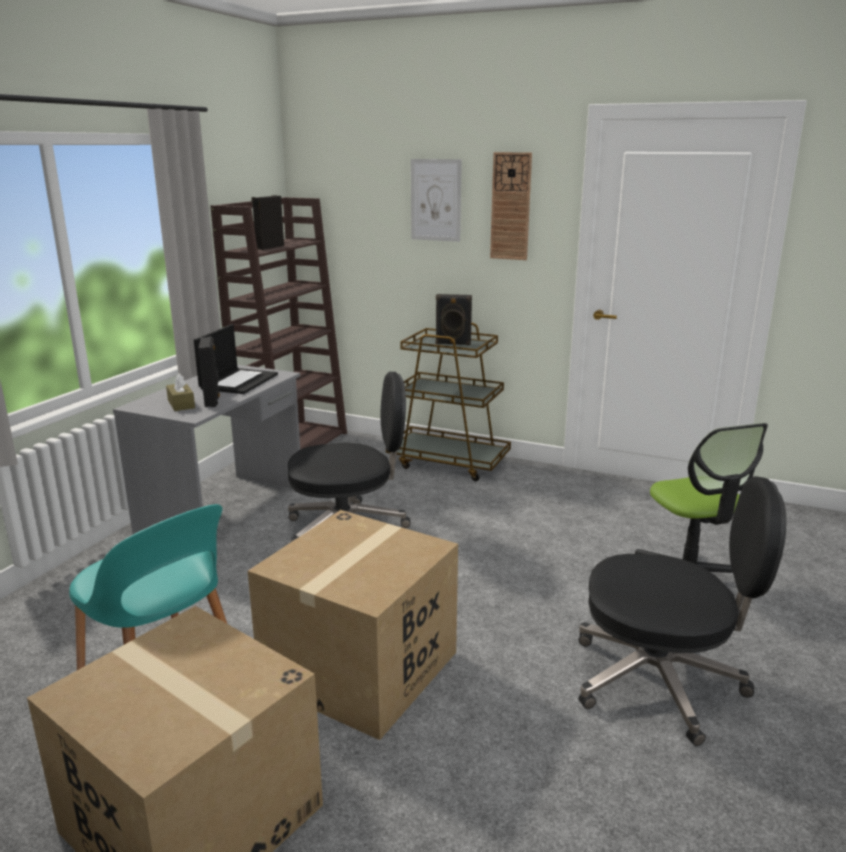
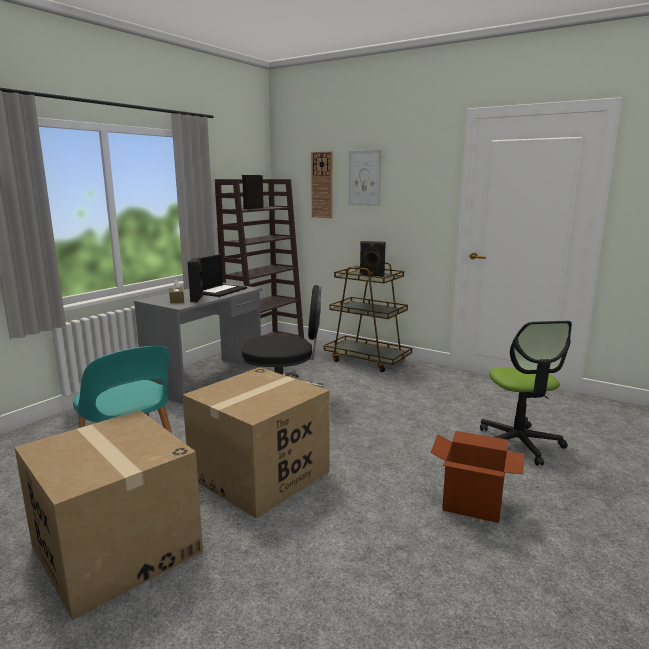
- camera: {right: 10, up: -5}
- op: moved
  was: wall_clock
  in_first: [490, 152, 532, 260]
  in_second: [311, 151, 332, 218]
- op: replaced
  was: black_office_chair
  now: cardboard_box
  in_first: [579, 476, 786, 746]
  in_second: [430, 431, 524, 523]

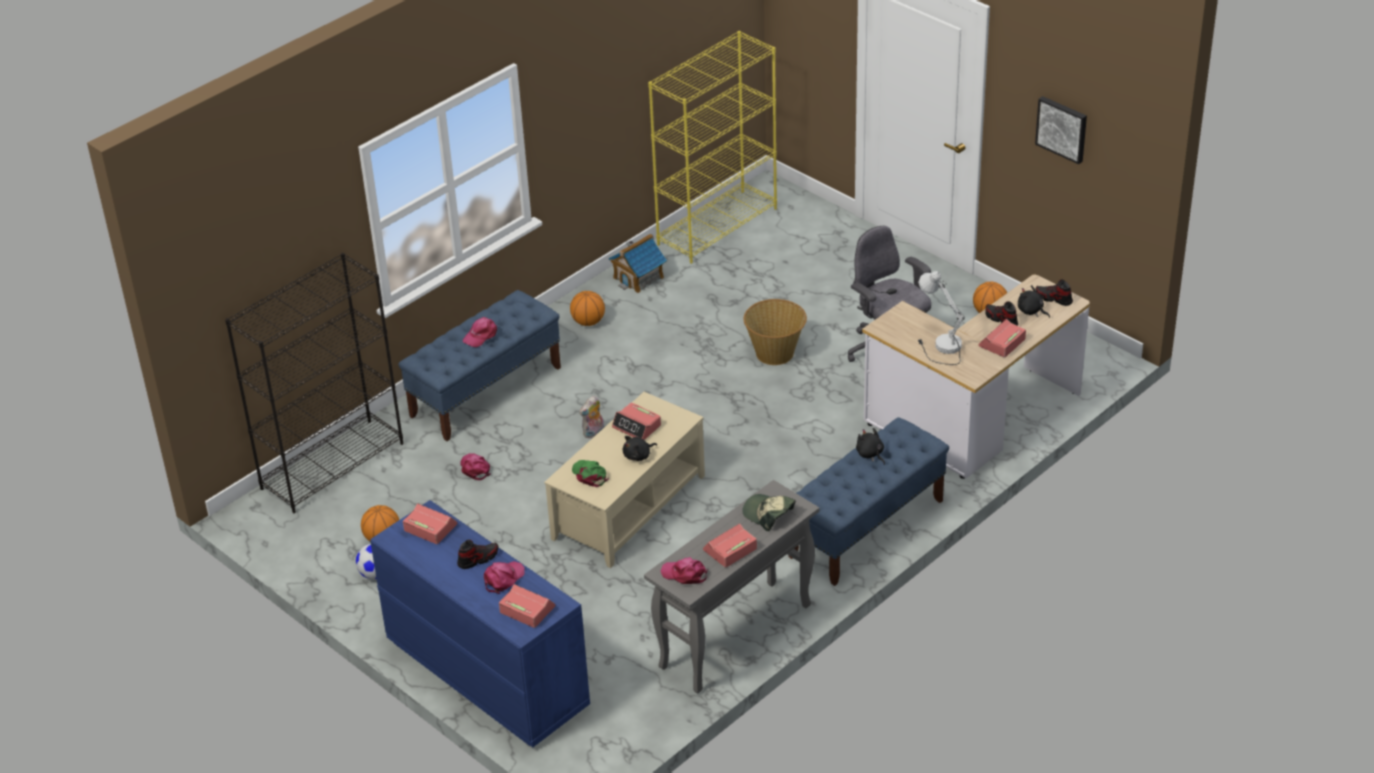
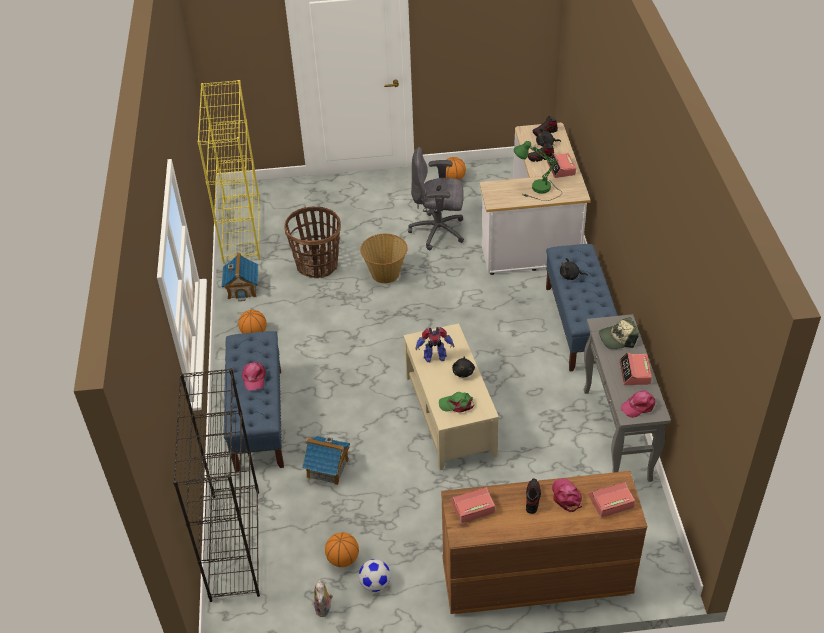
- camera: {right: -50, up: 5}
- op: removed
  was: picture
  in_first: [1035, 96, 1087, 164]
- op: recoloured
  was: white_table_lamp
  now: green_table_lamp
  in_first: [918, 271, 965, 365]
  in_second: [514, 141, 562, 201]
- op: moved
  was: plush_toy
  in_first: [579, 395, 604, 439]
  in_second: [314, 580, 333, 617]
- op: replaced
  was: alarm_clock
  now: toy_robot
  in_first: [612, 402, 661, 440]
  in_second: [415, 327, 454, 362]
- op: replaced
  was: pink_cap
  now: toy_house
  in_first: [460, 453, 491, 480]
  in_second: [302, 436, 350, 485]
- op: recoloured
  was: blue_dresser
  now: brown_dresser
  in_first: [370, 500, 590, 747]
  in_second: [441, 471, 647, 614]
- op: added
  now: basket
  in_second: [284, 207, 341, 278]

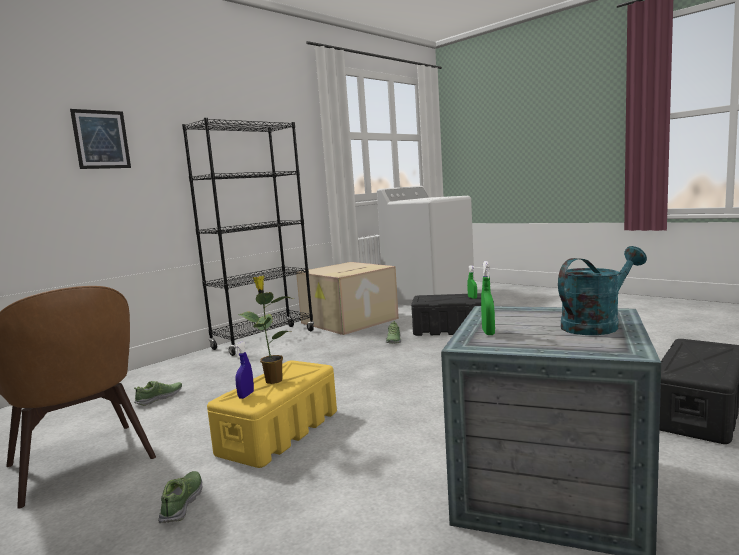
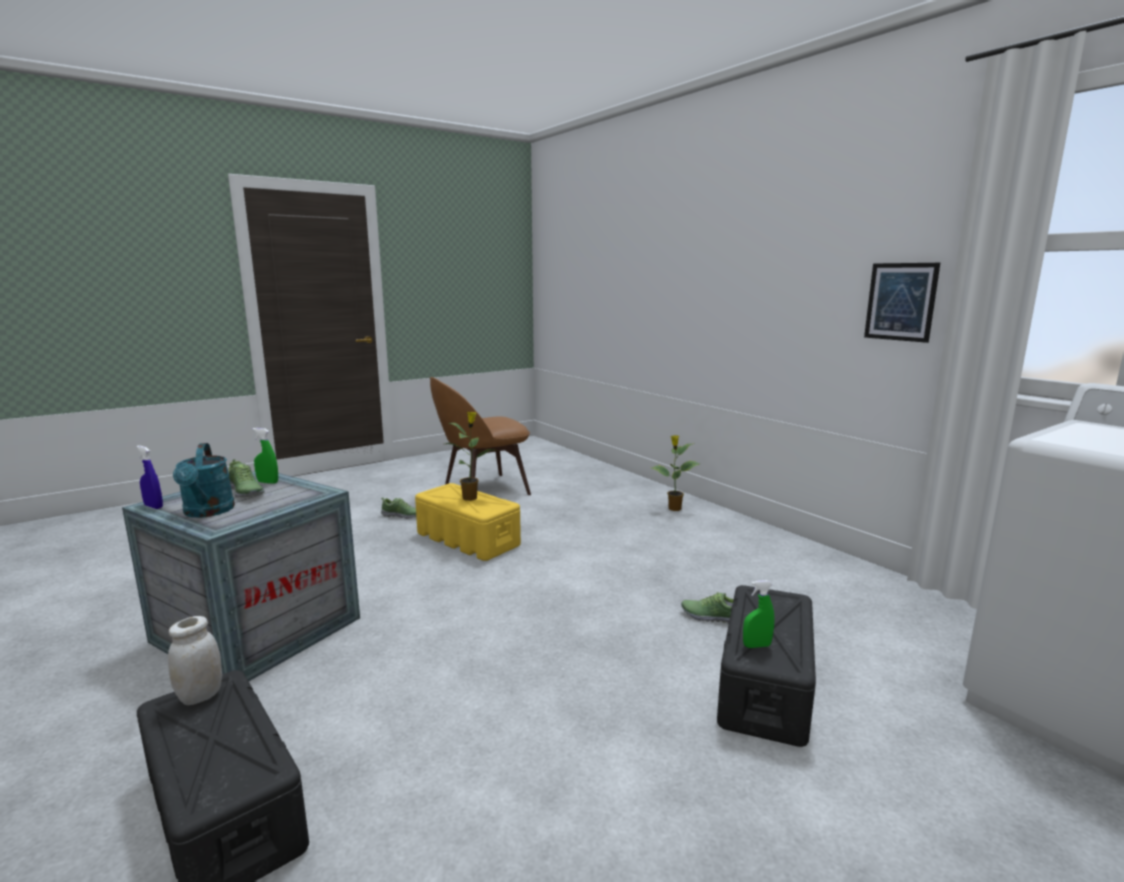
- camera: {right: 100, up: 5}
- op: moved
  was: picture
  in_first: [70, 109, 131, 169]
  in_second: [864, 263, 940, 343]
- op: removed
  was: black_bookcase
  in_first: [182, 118, 314, 356]
- op: removed
  was: cardboard_box
  in_first: [296, 262, 399, 335]
- op: moved
  was: blue_spray_bottle
  in_first: [234, 341, 254, 399]
  in_second: [136, 446, 163, 509]
- op: moved
  was: shoe
  in_first: [134, 381, 182, 406]
  in_second: [229, 459, 265, 497]
- op: added
  now: potted_plant
  in_second: [652, 435, 700, 511]
- op: added
  now: white_jar
  in_second: [168, 616, 222, 705]

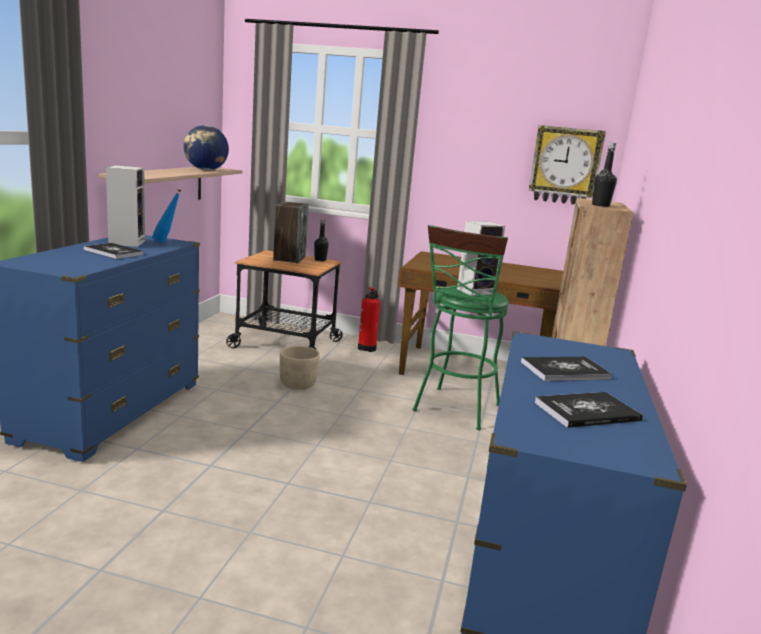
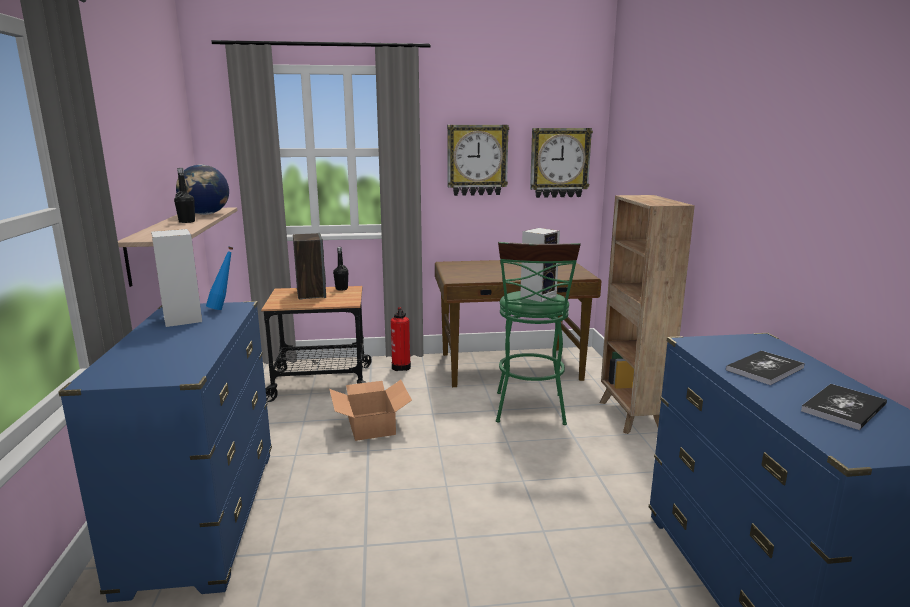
- camera: {right: -20, up: 0}
- op: moved
  was: black_bottle
  in_first: [592, 143, 617, 207]
  in_second: [174, 168, 195, 223]
- op: removed
  was: book
  in_first: [84, 243, 144, 259]
- op: replaced
  was: beige_planter
  now: cardboard_box
  in_first: [280, 346, 320, 390]
  in_second: [329, 380, 412, 441]
- op: added
  now: wall_clock
  in_second: [447, 125, 509, 196]

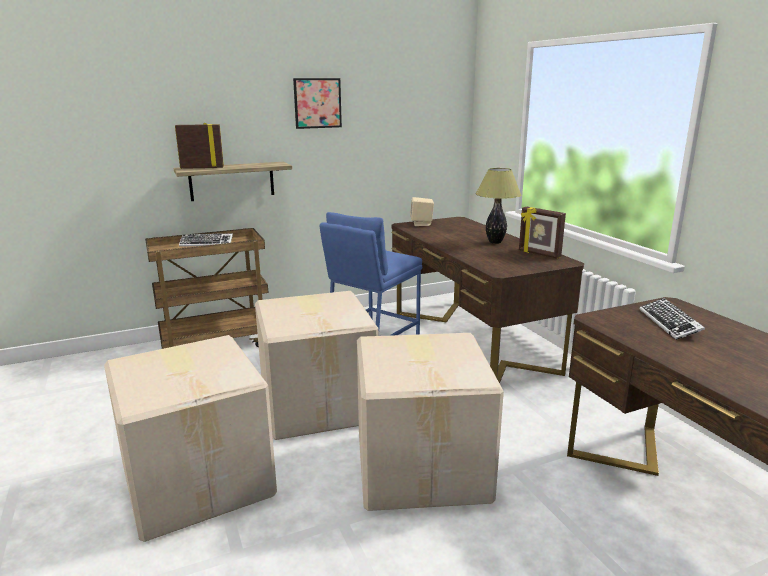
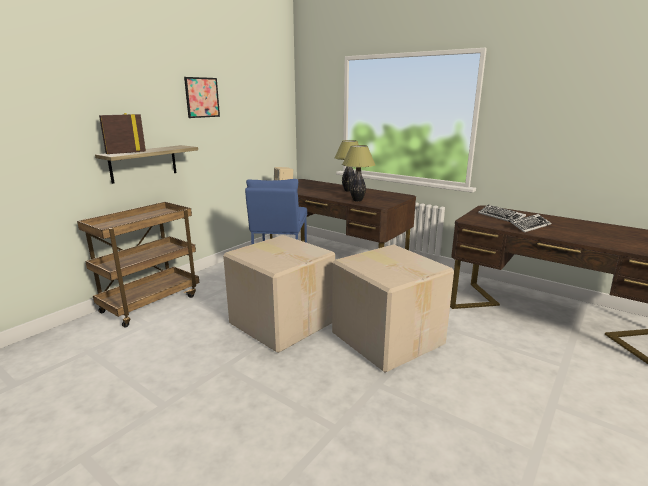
- camera: {right: -30, up: 0}
- op: removed
  was: picture_frame
  in_first: [519, 207, 566, 259]
- op: moved
  was: keyboard
  in_first: [179, 233, 233, 247]
  in_second: [511, 214, 551, 232]
- op: removed
  was: cardboard_box
  in_first: [104, 335, 277, 542]
- op: added
  now: table_lamp
  in_second: [342, 145, 375, 202]

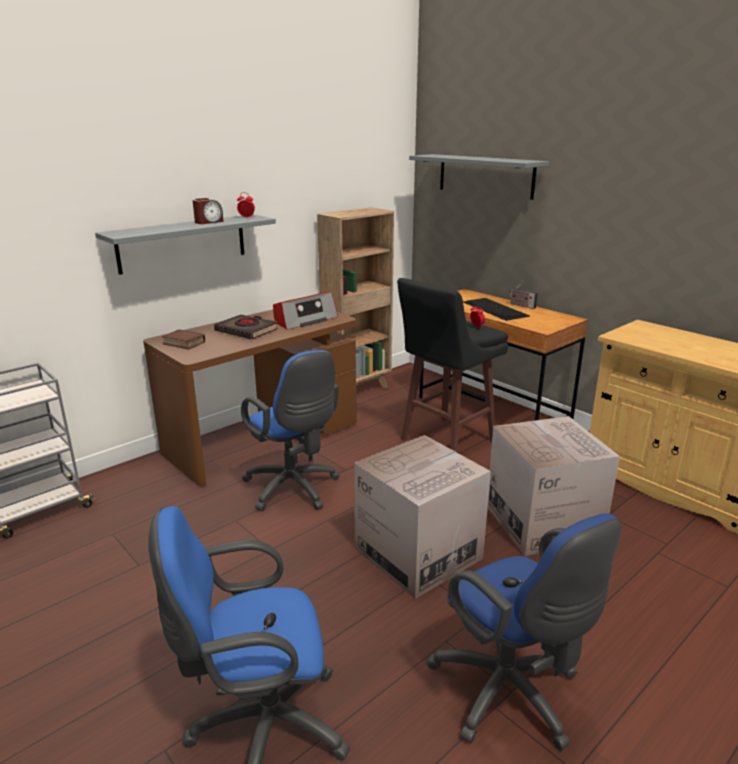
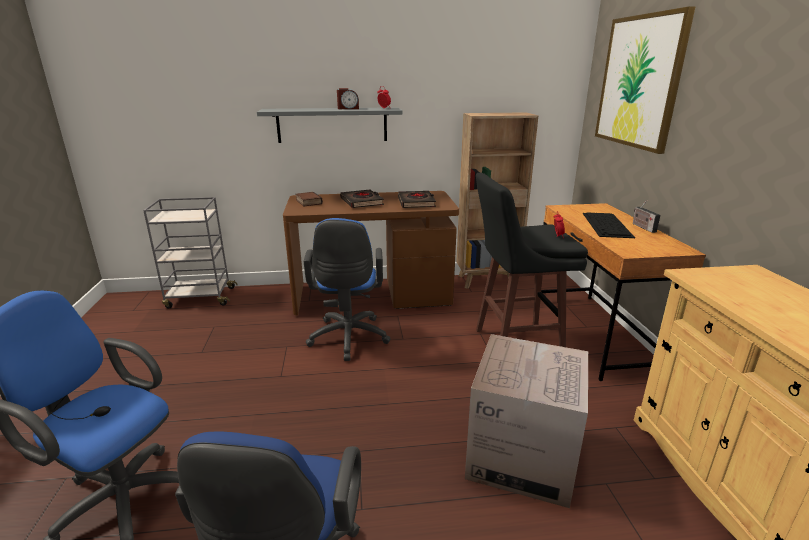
- camera: {right: 35, up: 0}
- op: replaced
  was: grey_shelf
  now: picture
  in_first: [409, 154, 549, 200]
  in_second: [595, 6, 695, 154]
- op: replaced
  was: radio
  now: black_book
  in_first: [273, 291, 338, 330]
  in_second: [398, 191, 436, 208]
- op: removed
  was: cardboard_box
  in_first: [354, 435, 491, 599]

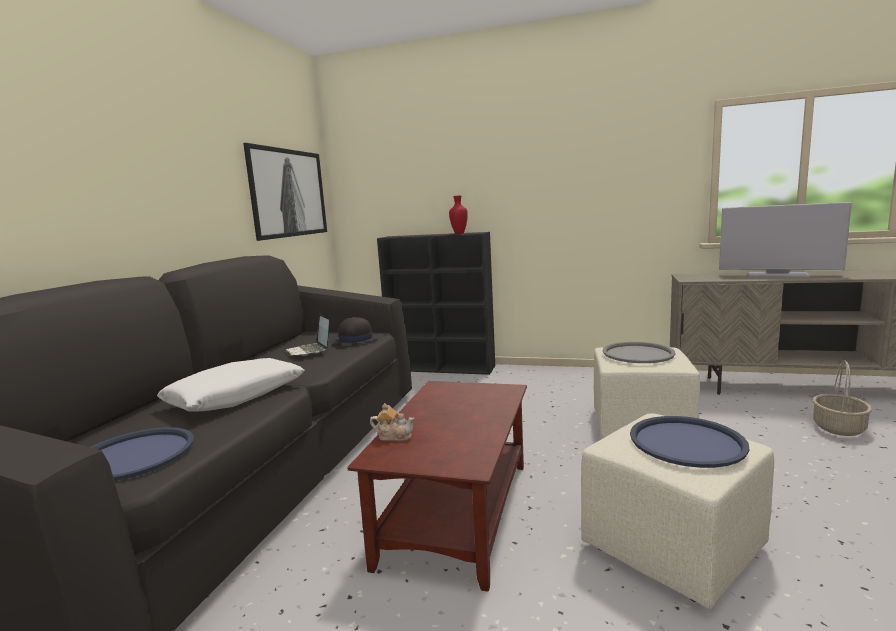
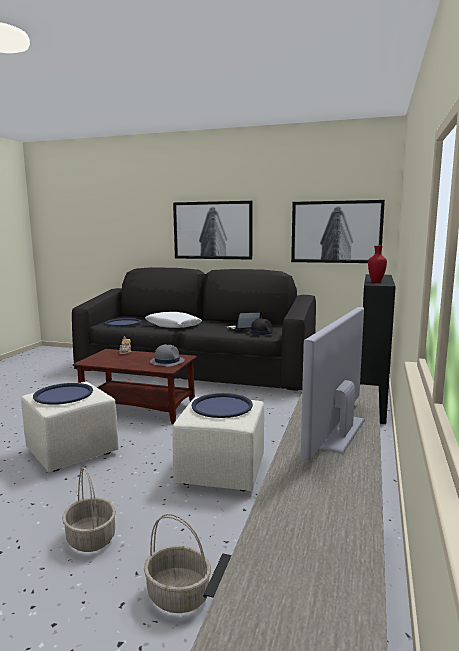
- camera: {right: 90, up: 0}
- op: recoloured
  was: grey_tray
  now: blue_tray
  in_first: [603, 342, 675, 363]
  in_second: [191, 393, 253, 418]
- op: added
  now: picture
  in_second: [173, 201, 253, 260]
- op: added
  now: grey_hat
  in_second: [150, 344, 185, 367]
- op: added
  now: basket
  in_second: [62, 468, 116, 552]

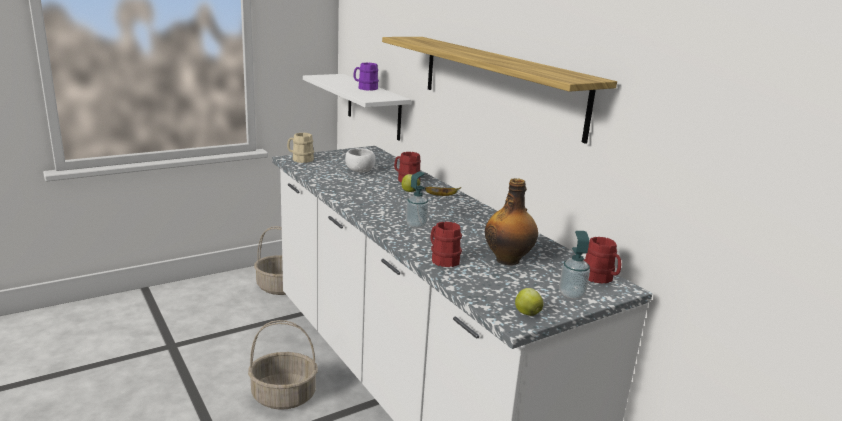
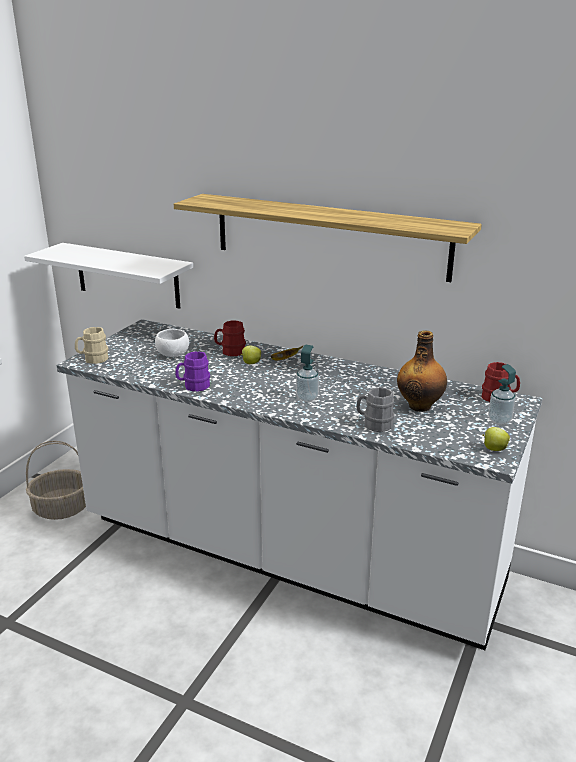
- camera: {right: -30, up: 5}
- op: moved
  was: purple_mug
  in_first: [353, 63, 379, 91]
  in_second: [175, 351, 210, 392]
- op: recoloured
  was: red_mug
  now: grey_mug
  in_first: [430, 222, 462, 267]
  in_second: [356, 387, 394, 432]
- op: removed
  was: basket
  in_first: [248, 320, 318, 410]

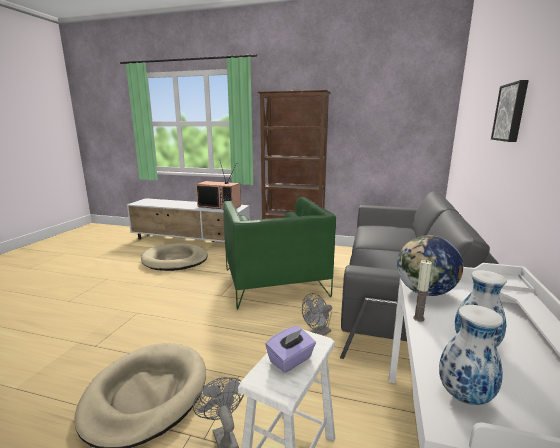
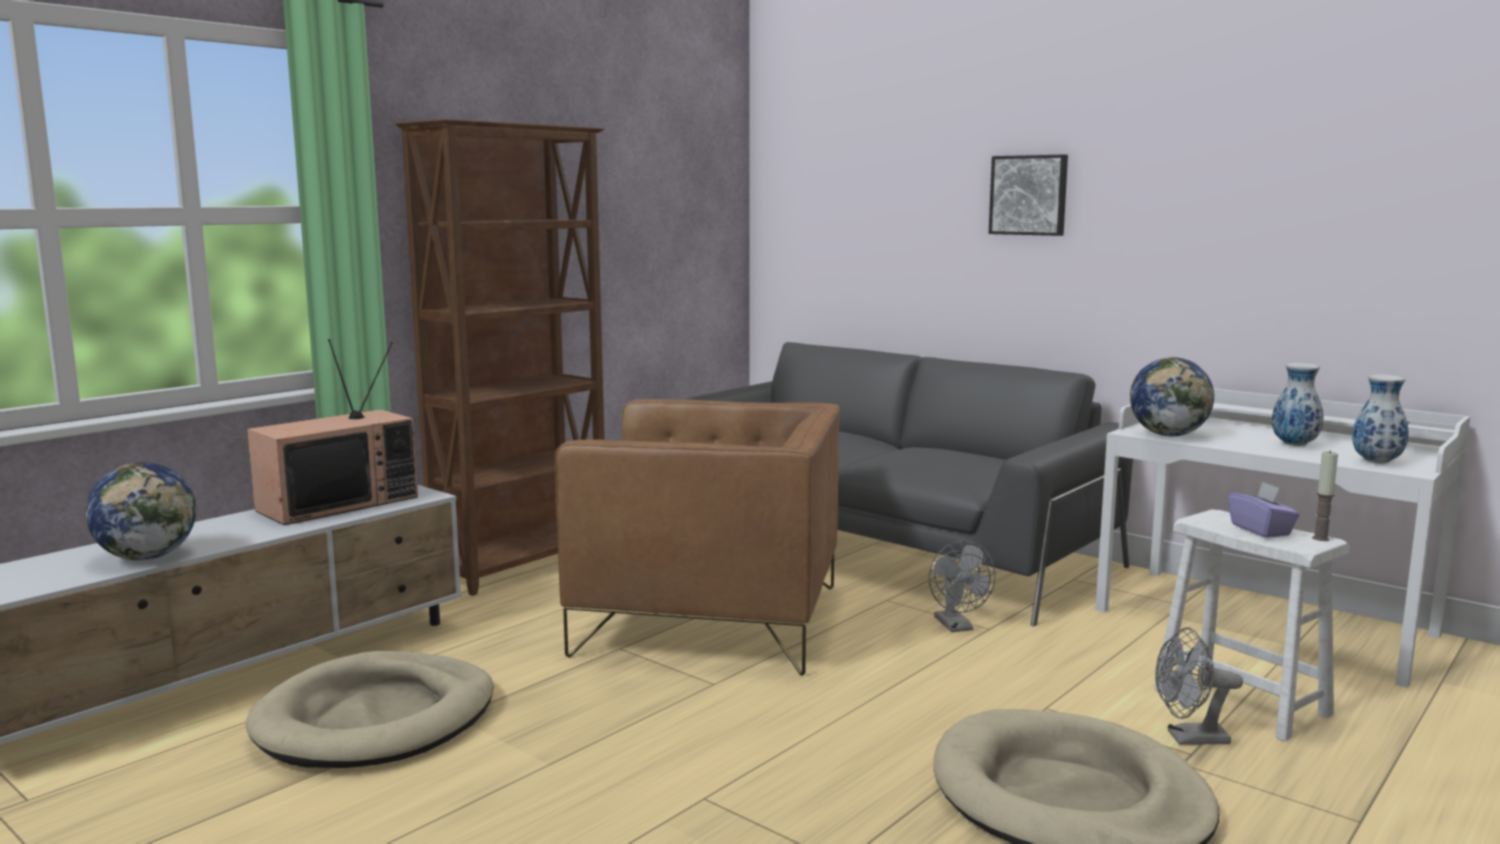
- camera: {right: -65, up: -5}
- op: recoloured
  was: green_armchair
  now: brown_armchair
  in_first: [223, 197, 336, 309]
  in_second: [555, 399, 840, 676]
- op: moved
  was: candle
  in_first: [413, 260, 432, 322]
  in_second: [1312, 450, 1338, 541]
- op: added
  now: globe
  in_second: [85, 462, 196, 560]

